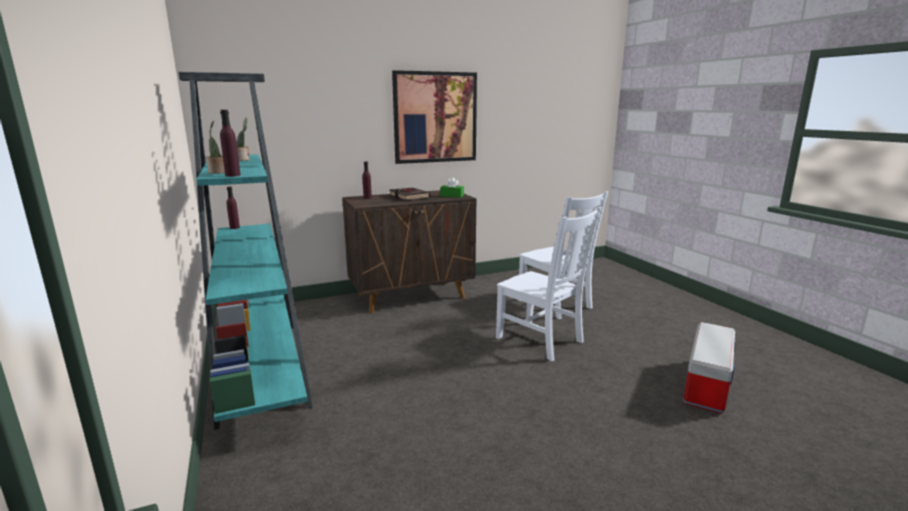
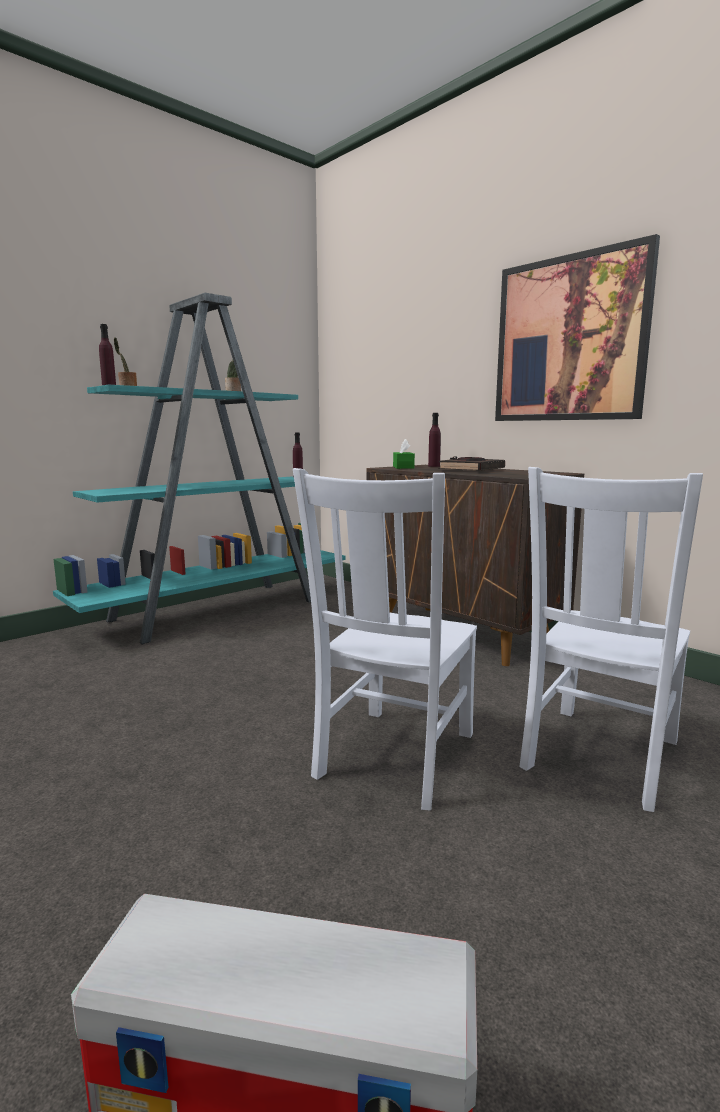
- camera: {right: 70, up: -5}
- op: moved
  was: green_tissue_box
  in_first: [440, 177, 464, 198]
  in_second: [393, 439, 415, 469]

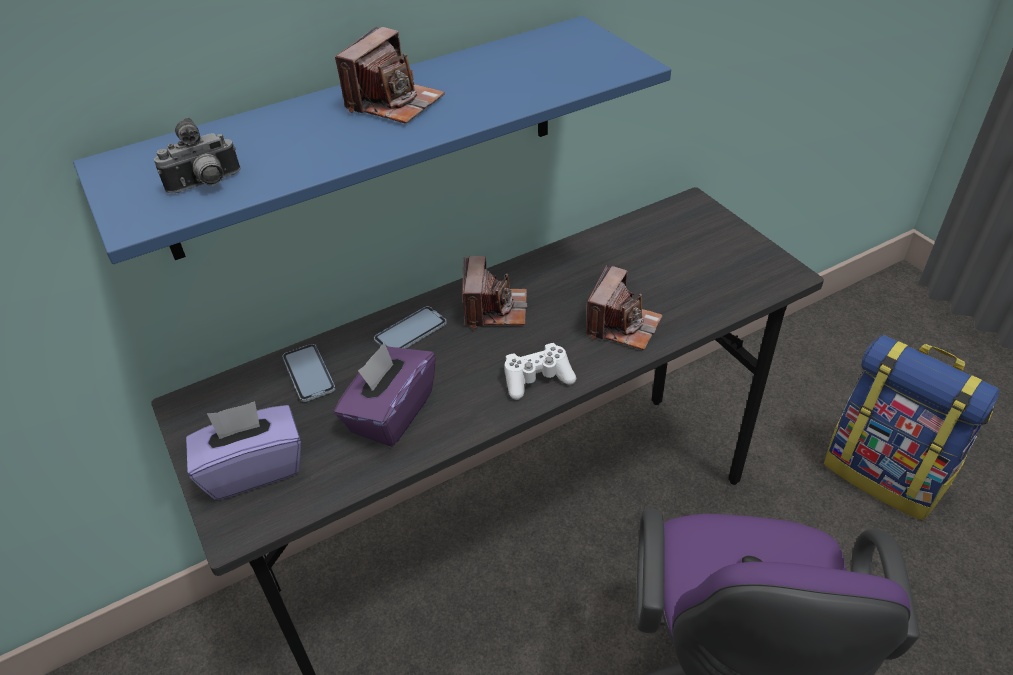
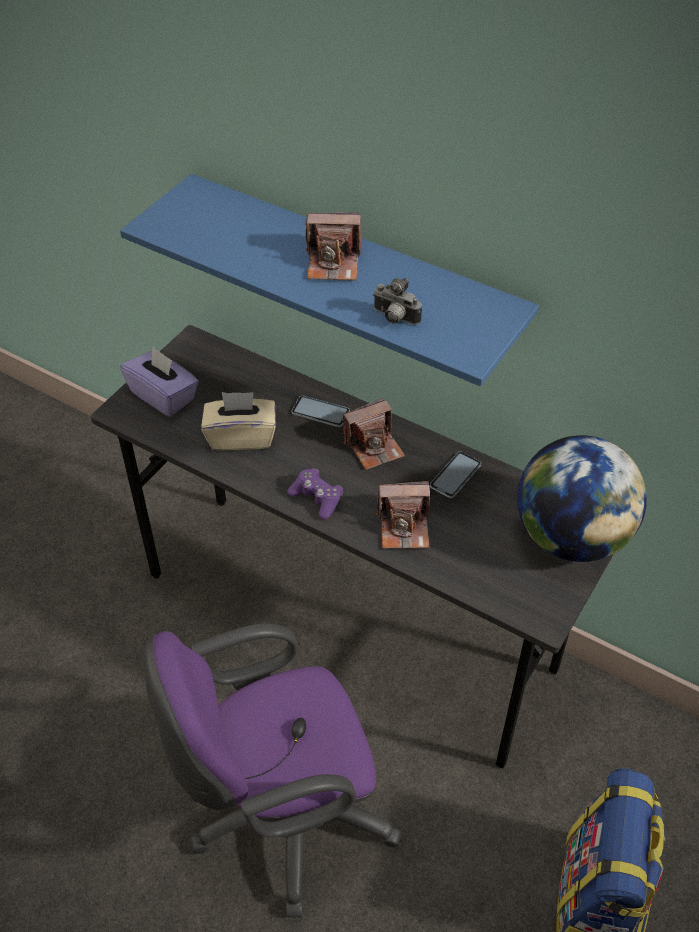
- camera: {right: 60, up: 5}
- op: moved
  was: photo_camera
  in_first: [154, 117, 240, 193]
  in_second: [373, 278, 422, 325]
- op: recoloured
  was: purple_tissue_box
  now: beige_tissue_box
  in_first: [334, 342, 436, 447]
  in_second: [201, 392, 276, 451]
- op: recoloured
  was: white_game_controller
  now: purple_game_controller
  in_first: [504, 343, 576, 400]
  in_second: [287, 468, 343, 520]
- op: moved
  was: phone
  in_first: [282, 344, 335, 402]
  in_second: [430, 451, 481, 498]
- op: added
  now: globe
  in_second: [517, 435, 647, 562]

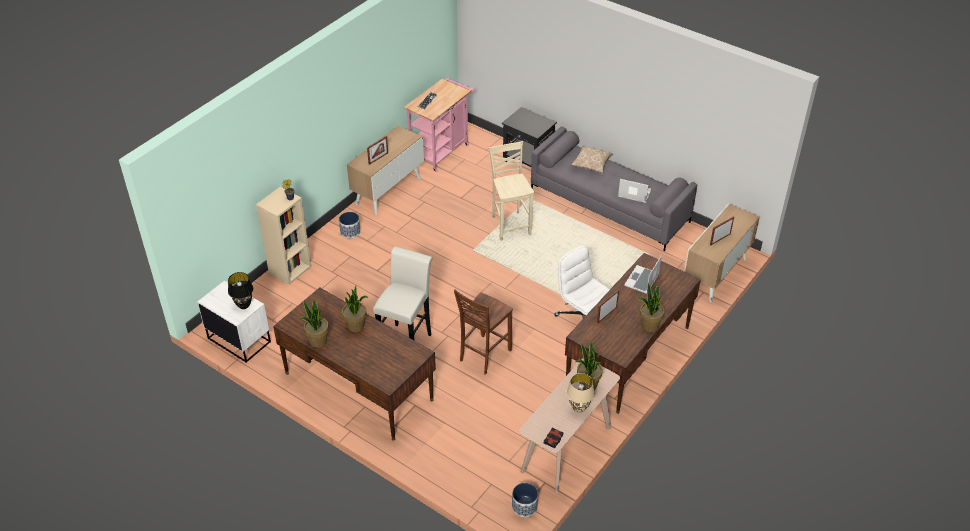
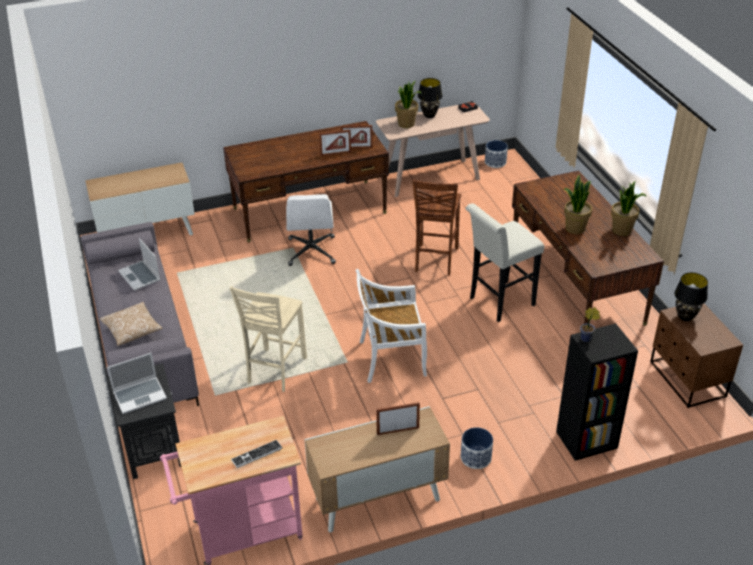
- camera: {right: -145, up: -5}
- op: recoloured
  was: beige_bookcase
  now: black_bookcase
  in_first: [256, 187, 312, 285]
  in_second: [556, 323, 638, 461]
- op: moved
  was: picture_frame
  in_first: [710, 216, 734, 245]
  in_second: [341, 125, 373, 148]
- op: moved
  was: laptop
  in_first: [624, 256, 662, 294]
  in_second: [107, 353, 167, 414]
- op: recoloured
  was: white_nightstand
  now: brown_nightstand
  in_first: [197, 281, 271, 363]
  in_second: [650, 303, 743, 408]
- op: removed
  was: potted_plant
  in_first: [639, 283, 664, 332]
- op: turned
  was: brown_chair
  in_first: [454, 290, 513, 375]
  in_second: [412, 179, 461, 275]
  clockwise: 120
- op: recoloured
  was: beige_table_lamp
  now: black_table_lamp
  in_first: [567, 373, 595, 413]
  in_second: [418, 78, 442, 118]
- op: added
  now: white_chair
  in_second: [356, 269, 427, 383]

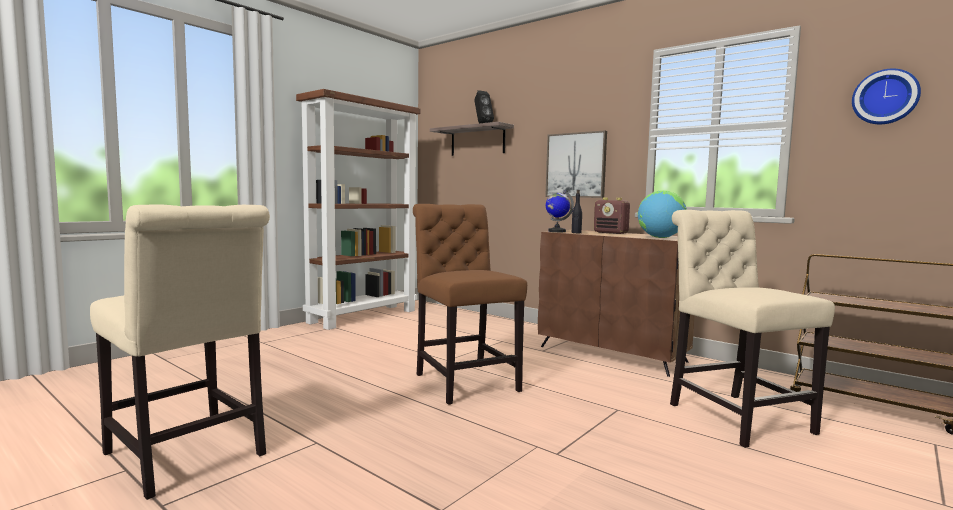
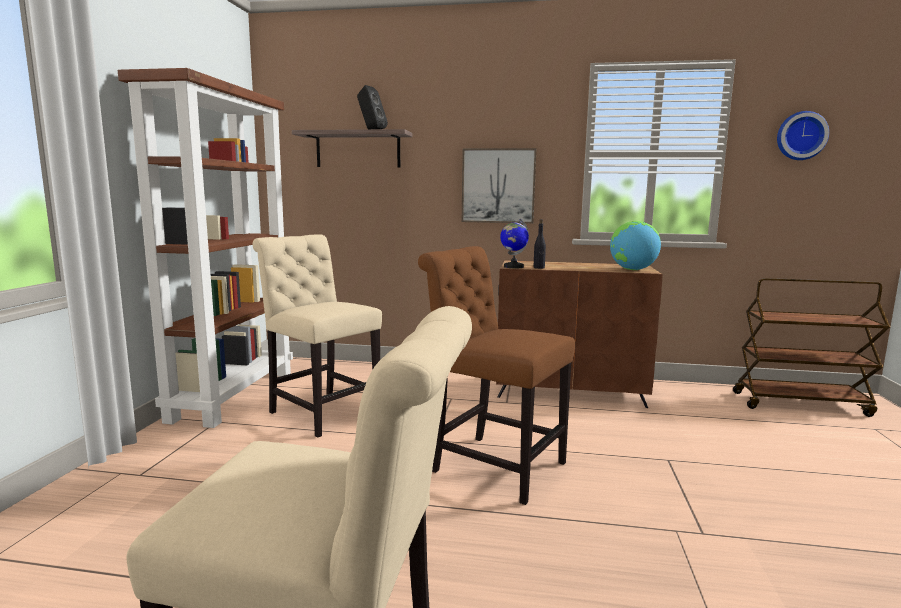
- camera: {right: -30, up: 5}
- op: removed
  was: radio
  in_first: [594, 198, 630, 234]
- op: moved
  was: beige_chair
  in_first: [670, 210, 835, 448]
  in_second: [253, 234, 382, 438]

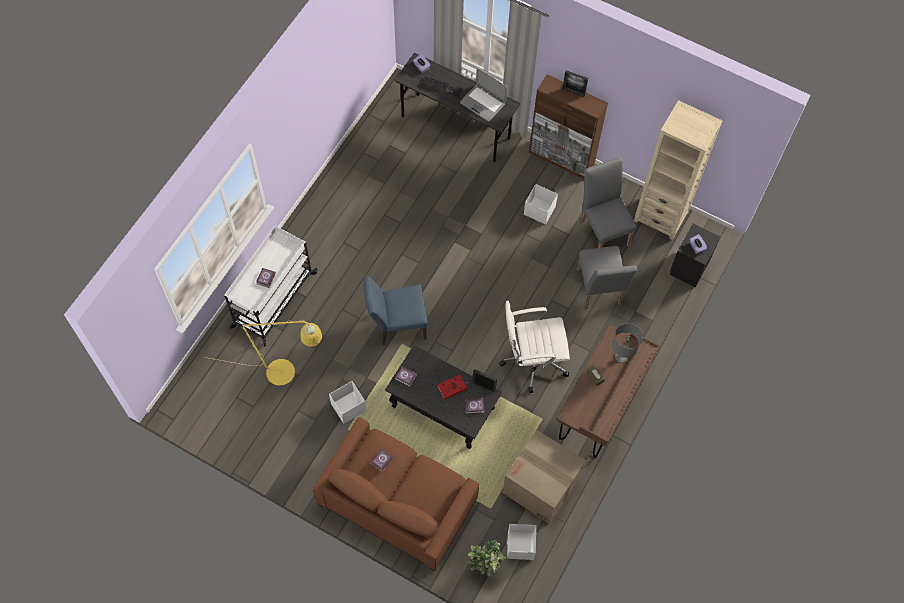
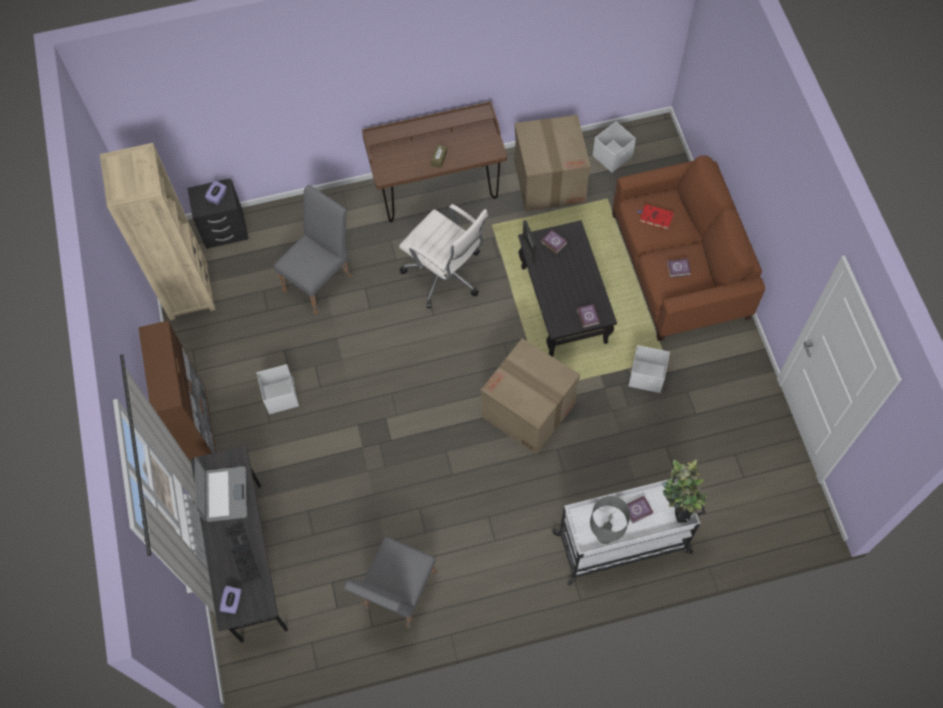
- camera: {right: -130, up: 0}
- op: removed
  was: picture_frame
  in_first: [562, 70, 588, 97]
- op: moved
  was: grey_chair
  in_first: [579, 157, 637, 248]
  in_second: [344, 537, 436, 629]
- op: replaced
  was: blue_chair
  now: cardboard_box
  in_first: [363, 277, 428, 345]
  in_second: [481, 338, 580, 454]
- op: removed
  was: yellow_floor_lamp
  in_first: [204, 320, 322, 386]
- op: moved
  was: grey_table_lamp
  in_first: [612, 323, 643, 363]
  in_second: [590, 496, 630, 544]
- op: moved
  was: red_book
  in_first: [437, 375, 469, 400]
  in_second: [637, 204, 674, 230]
- op: moved
  was: potted_plant
  in_first: [468, 538, 506, 577]
  in_second: [662, 459, 707, 523]

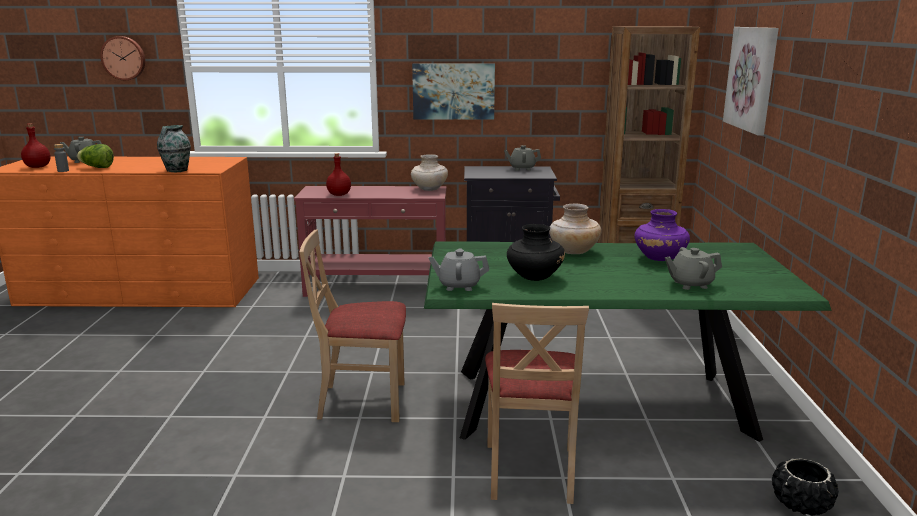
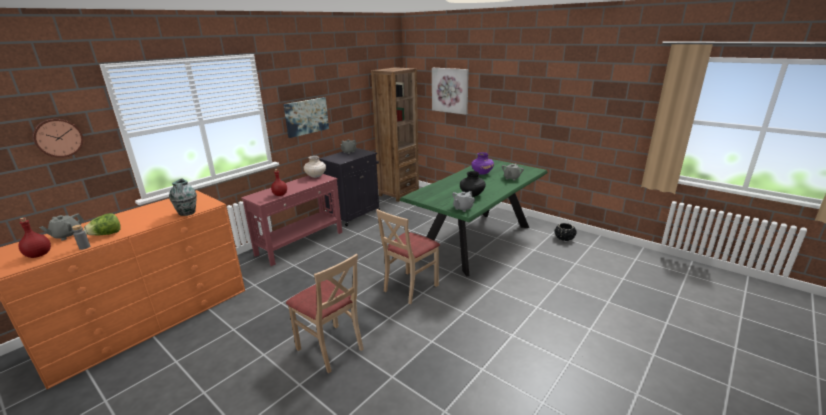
- camera: {right: -50, up: 5}
- op: removed
  was: beige_vase
  in_first: [549, 204, 602, 254]
- op: moved
  was: beige_chair
  in_first: [485, 303, 589, 504]
  in_second: [286, 254, 364, 373]

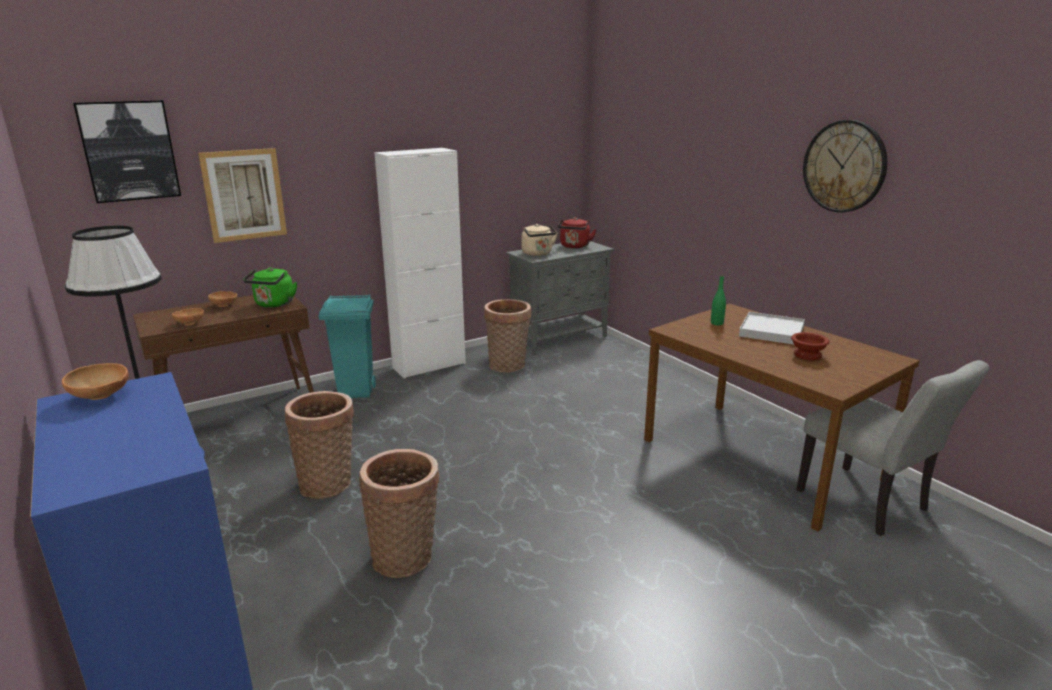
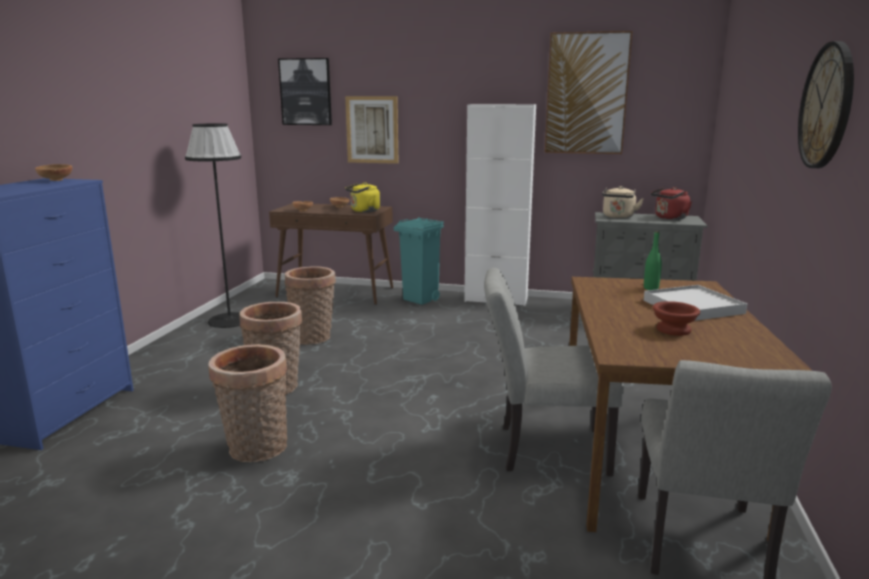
- camera: {right: 45, up: -5}
- op: recoloured
  was: green_kettle
  now: yellow_kettle
  in_first: [243, 268, 297, 308]
  in_second: [345, 183, 380, 212]
- op: moved
  was: basket
  in_first: [484, 299, 531, 372]
  in_second: [208, 344, 287, 462]
- op: added
  now: picture
  in_second: [545, 31, 632, 154]
- op: added
  now: grey_chair
  in_second: [484, 268, 624, 477]

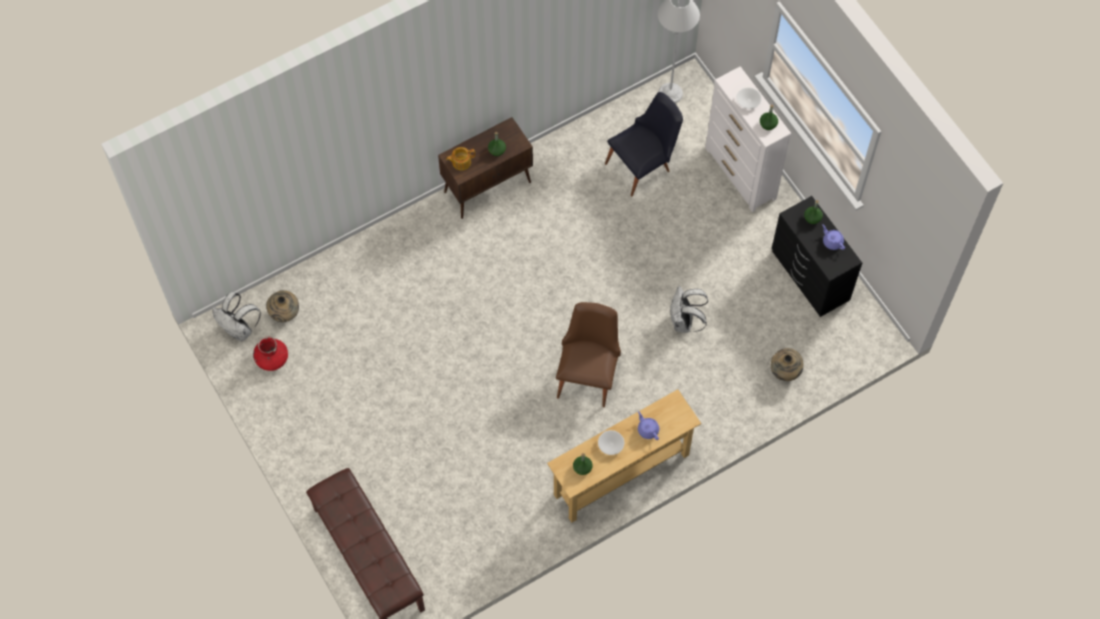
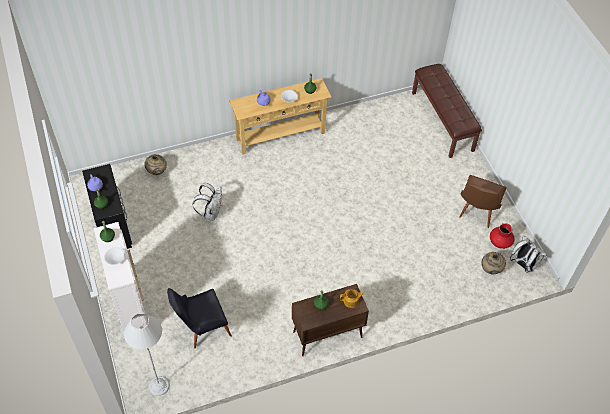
- camera: {right: -170, up: -10}
- op: moved
  was: brown_chair
  in_first: [556, 302, 621, 408]
  in_second: [459, 175, 506, 228]

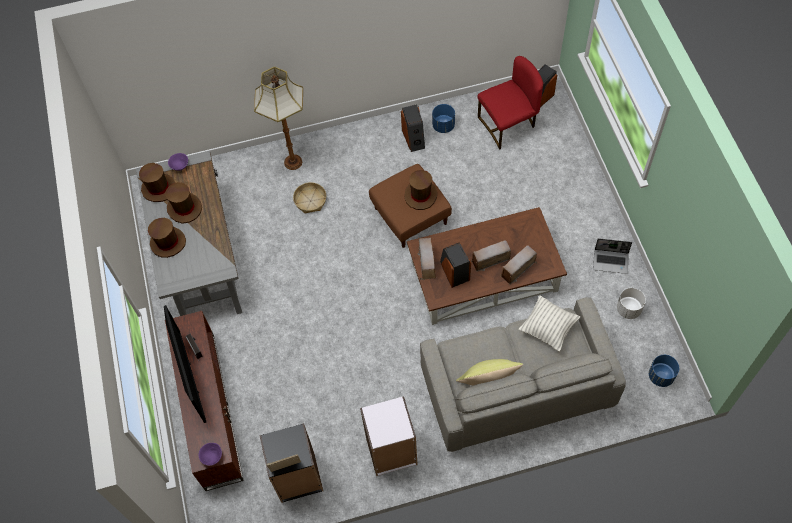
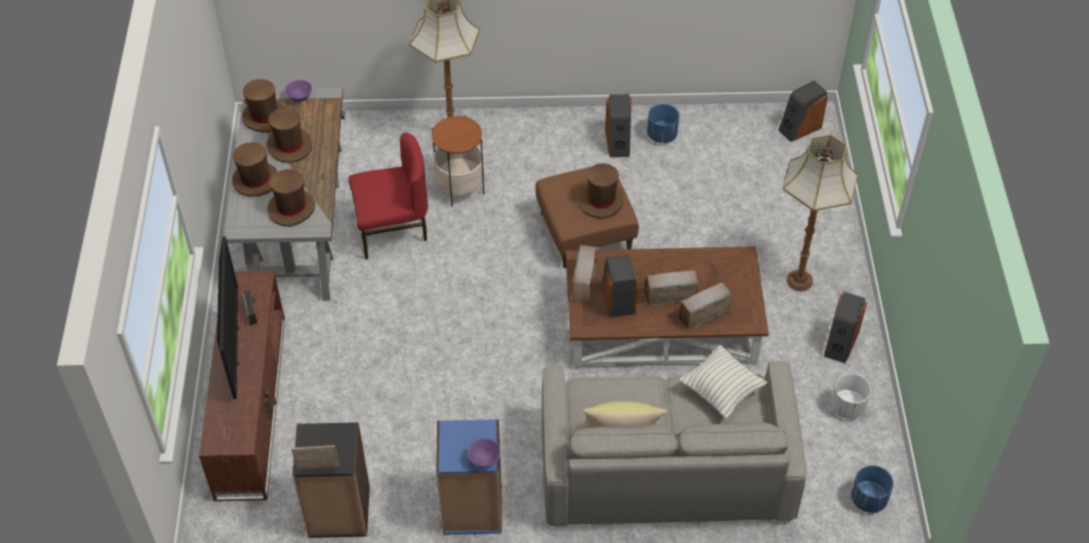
- camera: {right: 10, up: -10}
- op: moved
  was: red_chair
  in_first: [477, 56, 543, 150]
  in_second: [349, 133, 428, 259]
- op: replaced
  was: basket
  now: side_table
  in_first: [293, 182, 326, 214]
  in_second: [432, 116, 484, 206]
- op: replaced
  was: laptop
  now: speaker
  in_first: [593, 238, 632, 274]
  in_second: [824, 292, 867, 363]
- op: recoloured
  was: white_bookcase
  now: blue_bookcase
  in_first: [360, 396, 418, 476]
  in_second: [436, 419, 502, 535]
- op: moved
  was: purple_bowl
  in_first: [199, 443, 222, 465]
  in_second: [468, 438, 500, 467]
- op: added
  now: floor_lamp
  in_second: [783, 134, 858, 291]
- op: added
  now: brown_hat
  in_second: [267, 169, 315, 226]

